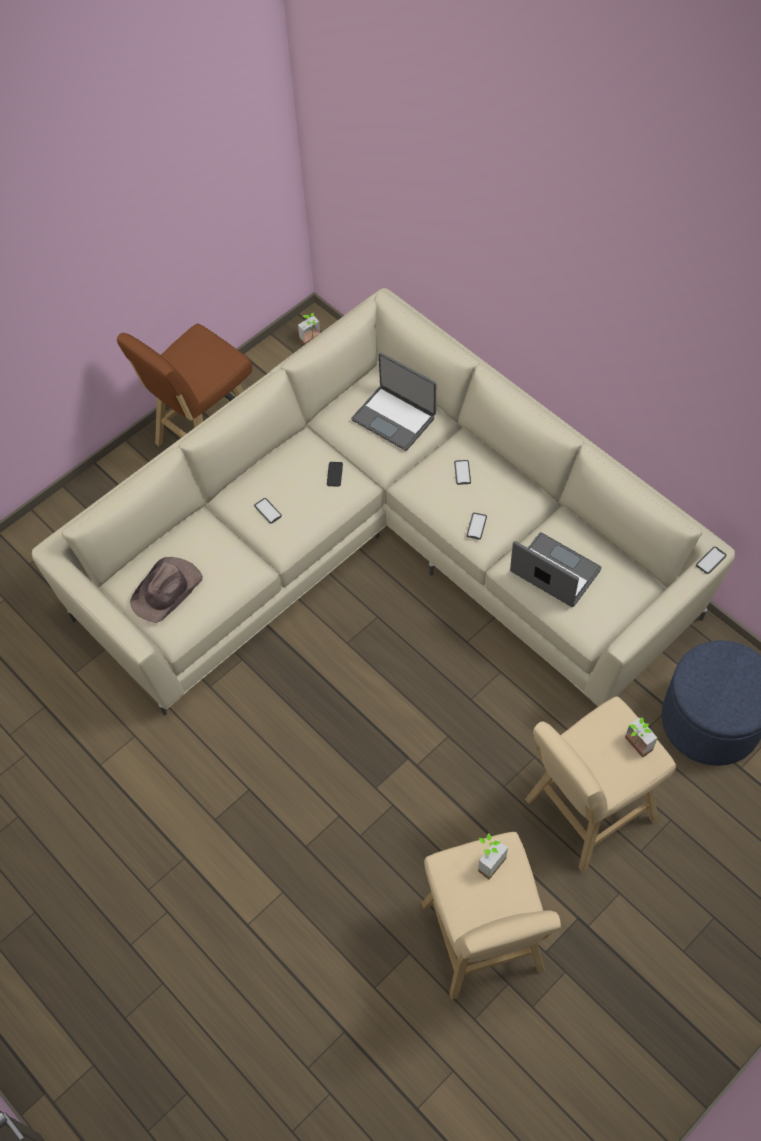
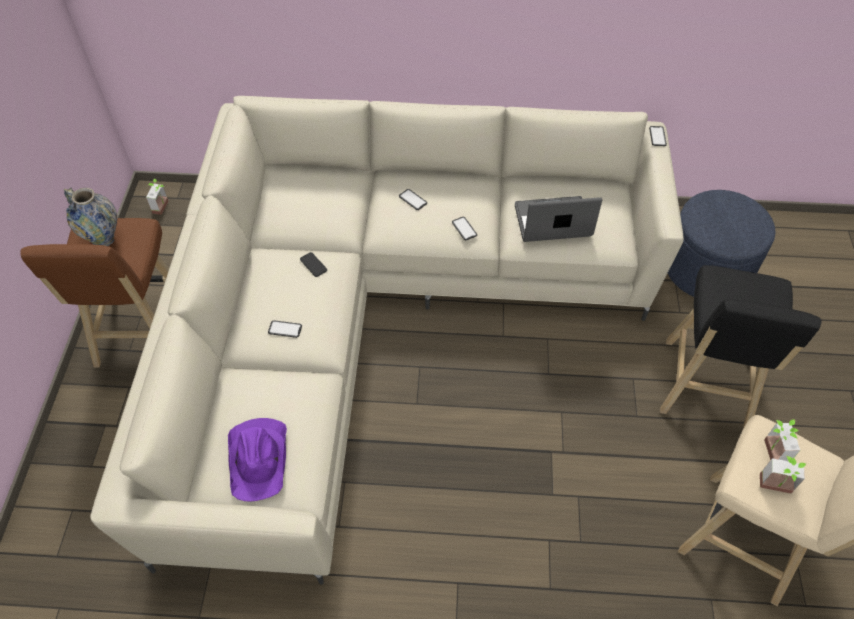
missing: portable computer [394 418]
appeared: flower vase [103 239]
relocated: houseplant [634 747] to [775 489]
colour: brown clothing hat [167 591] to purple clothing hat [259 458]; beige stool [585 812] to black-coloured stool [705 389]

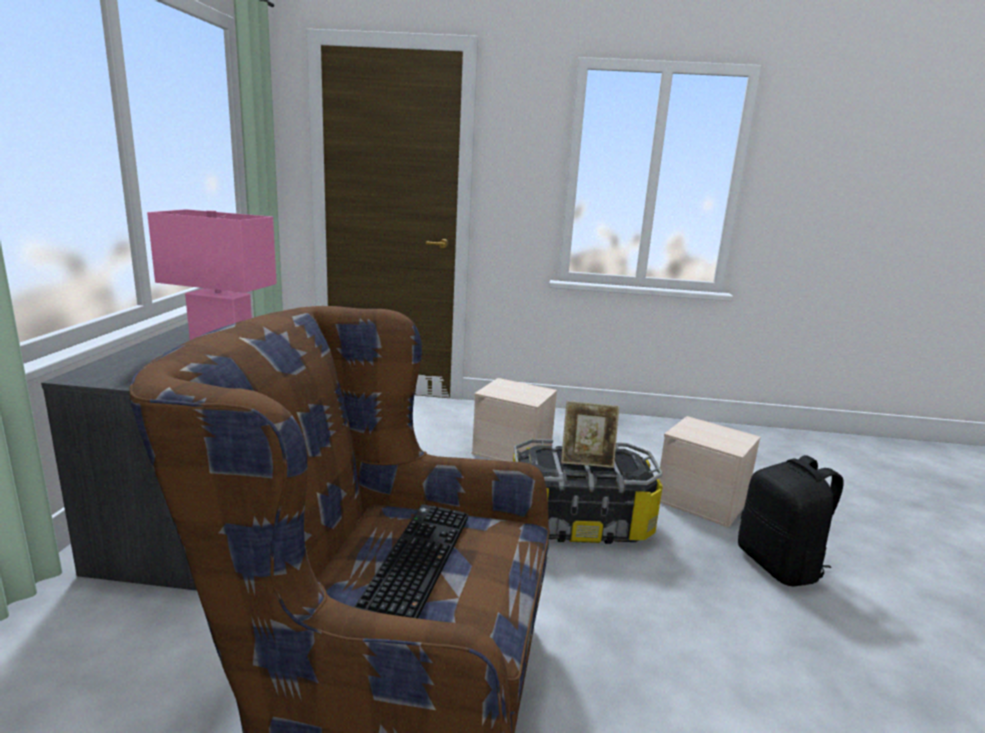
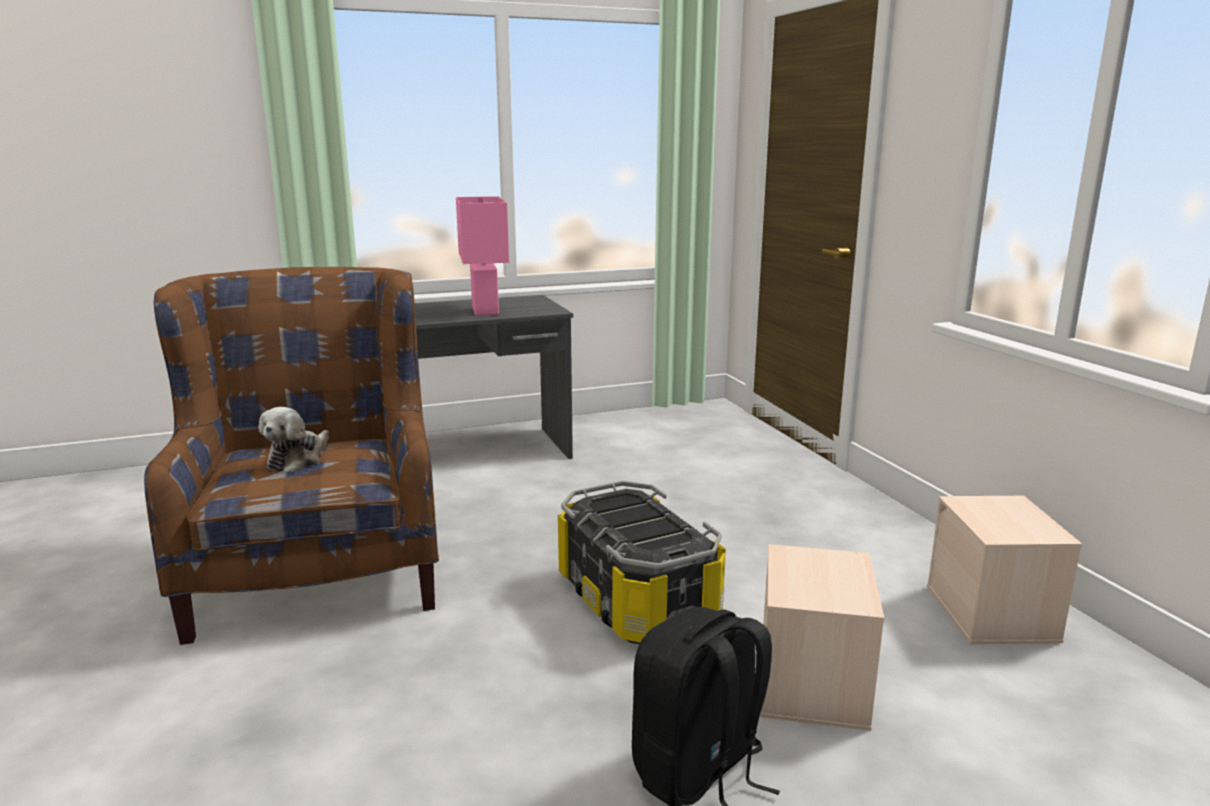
missing: picture frame [587 461]
relocated: beige storage container [513 451] to [993 613]
exchanged: computer keyboard [415 559] to cuddly toy [297 459]

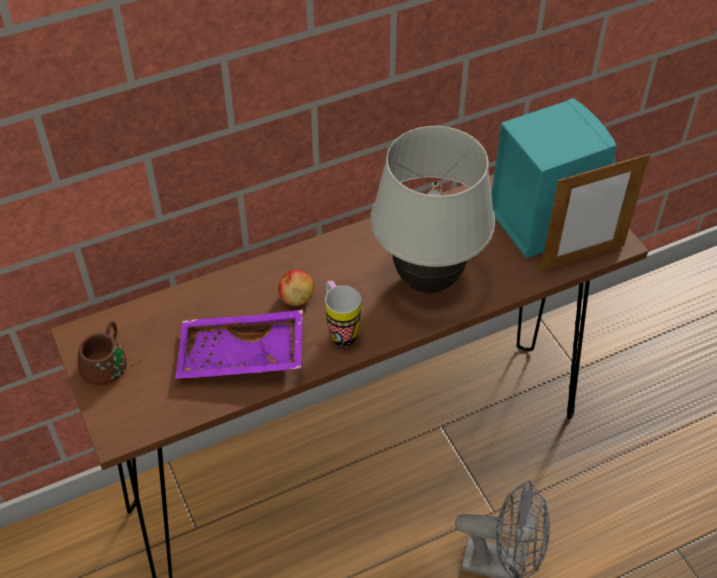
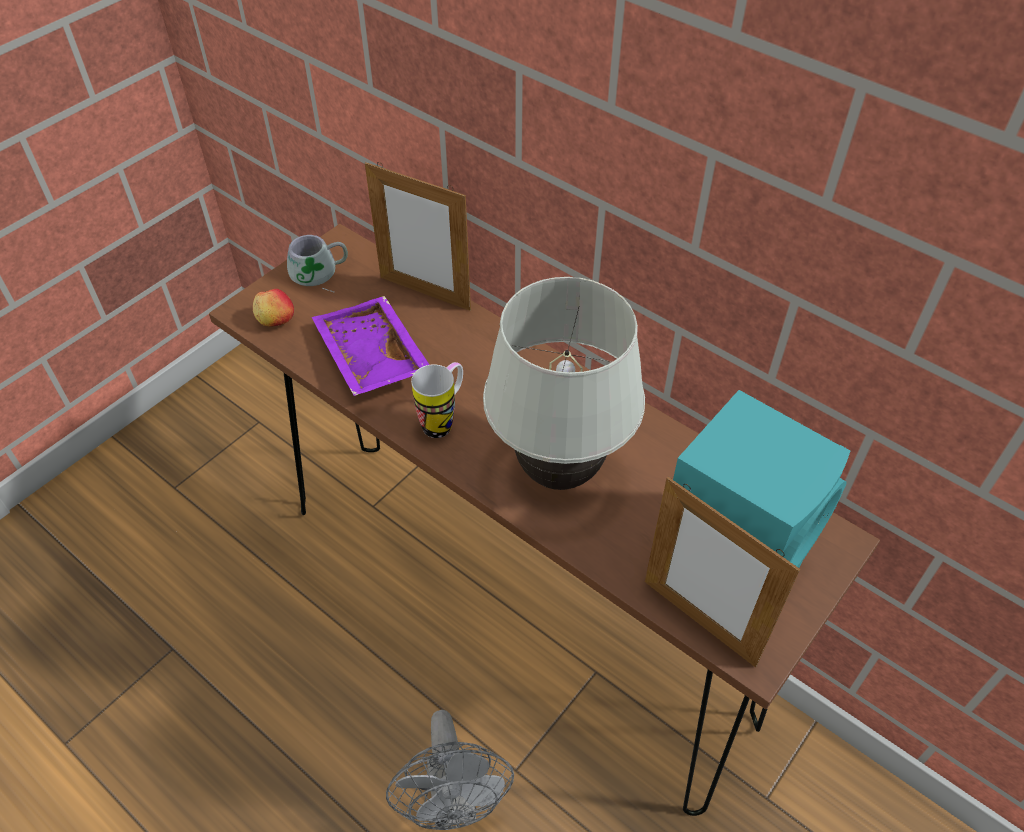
appeared: picture frame [425 293]
relocated: apple [297 297] to [275 320]
colour: brown tea mug [111 363] to grey tea mug [319 274]

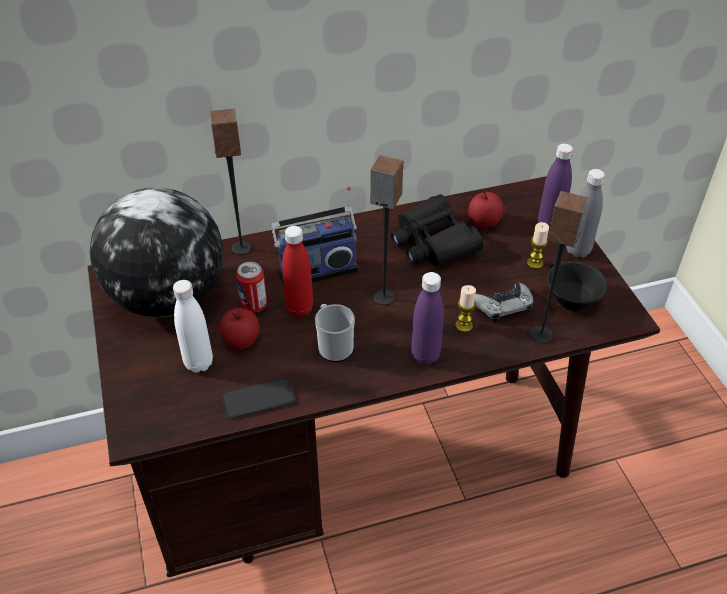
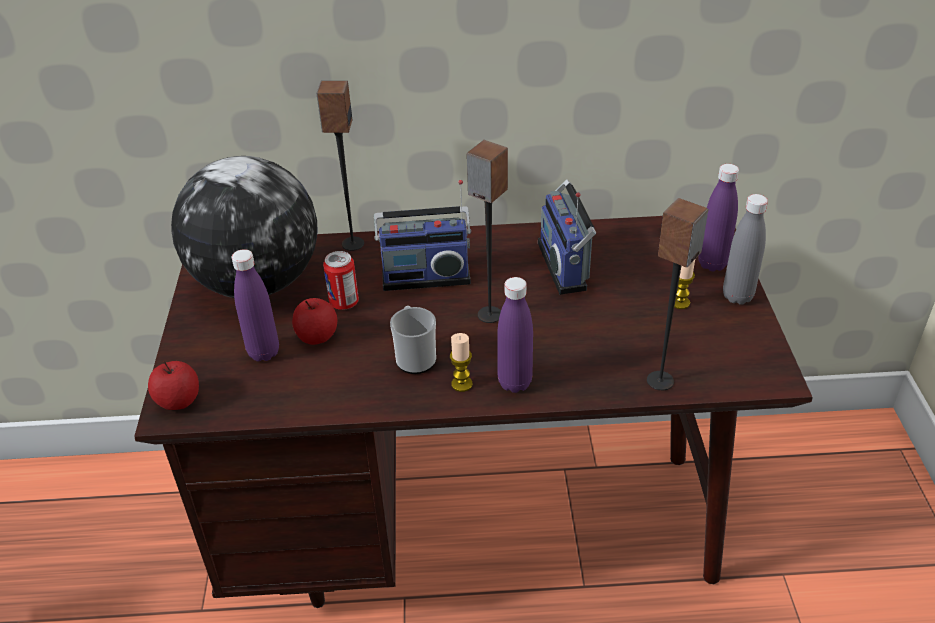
missing: handset [258 398]; red beverage bottle [299 309]; grey gamepad [503 305]; black-coloured drinking cup [569 298]
relocated: wax candle [464 325] to [461 384]; apple [484 222] to [178 401]
exchanged: black-coloured field glasses [432 242] to radio receiver [566 265]
colour: white beverage bottle [198 363] to purple beverage bottle [263 352]

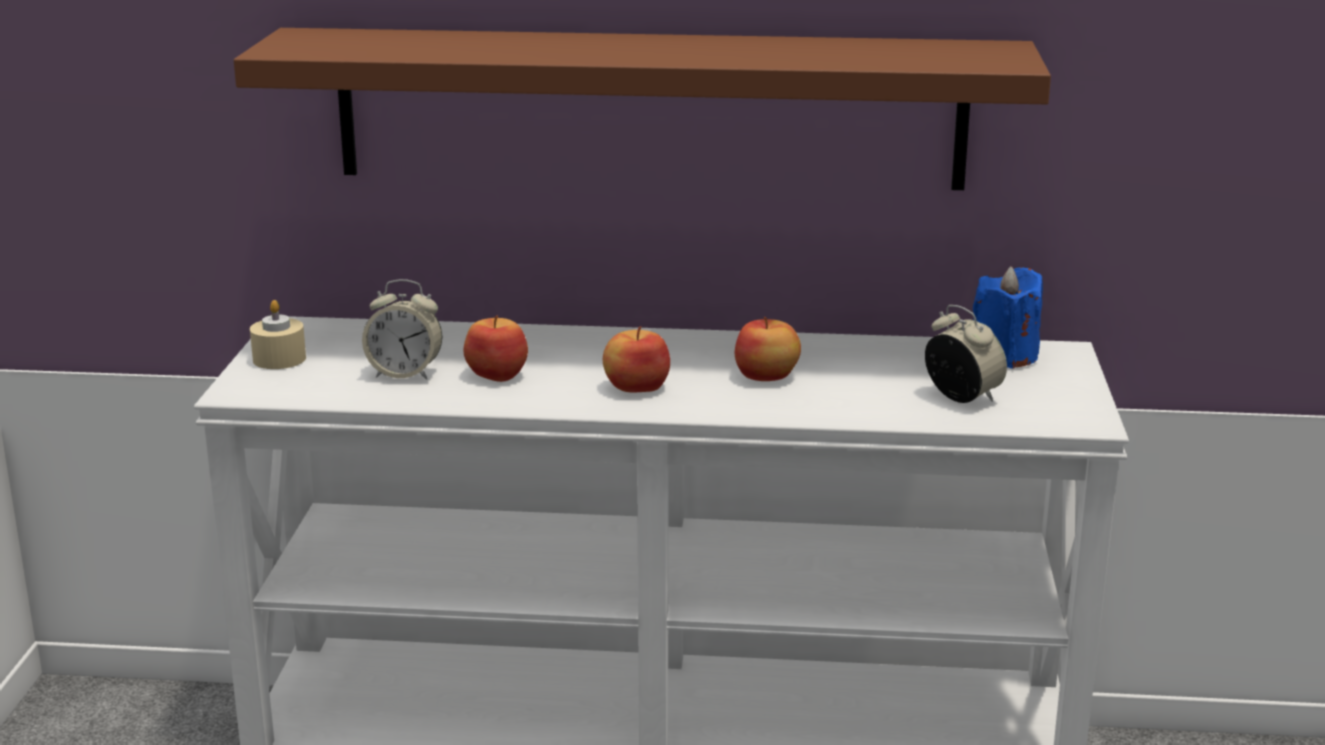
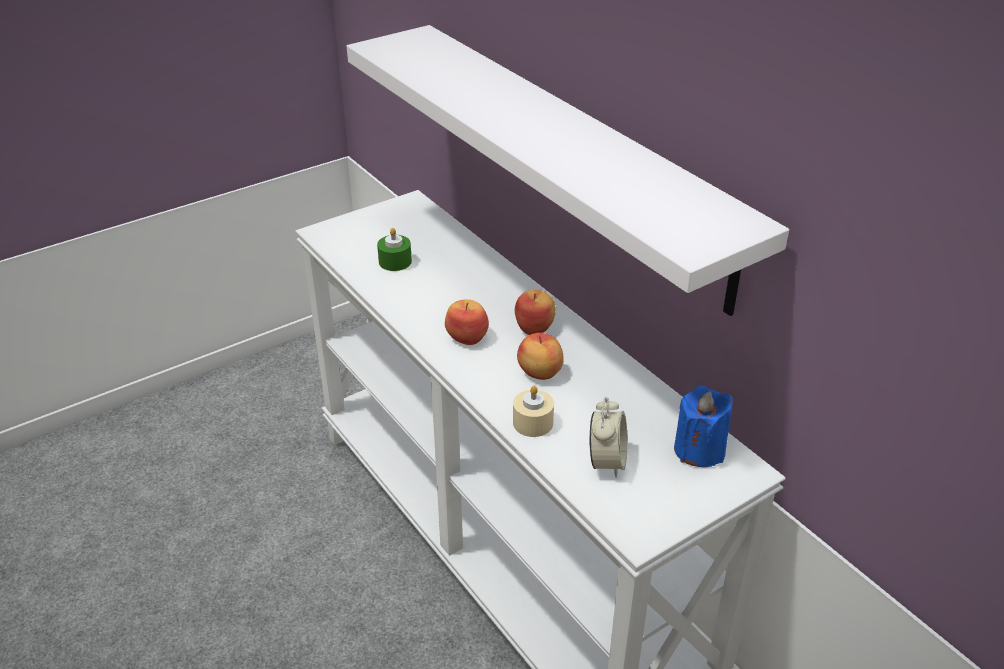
relocated: beige wax candle [279 359] to [533 423]; apple [497 374] to [535 327]
exchanged: alarm clock [405 374] to greenish wax candle [395 261]
colour: brown wall shelf [649 108] to white wall shelf [574 158]

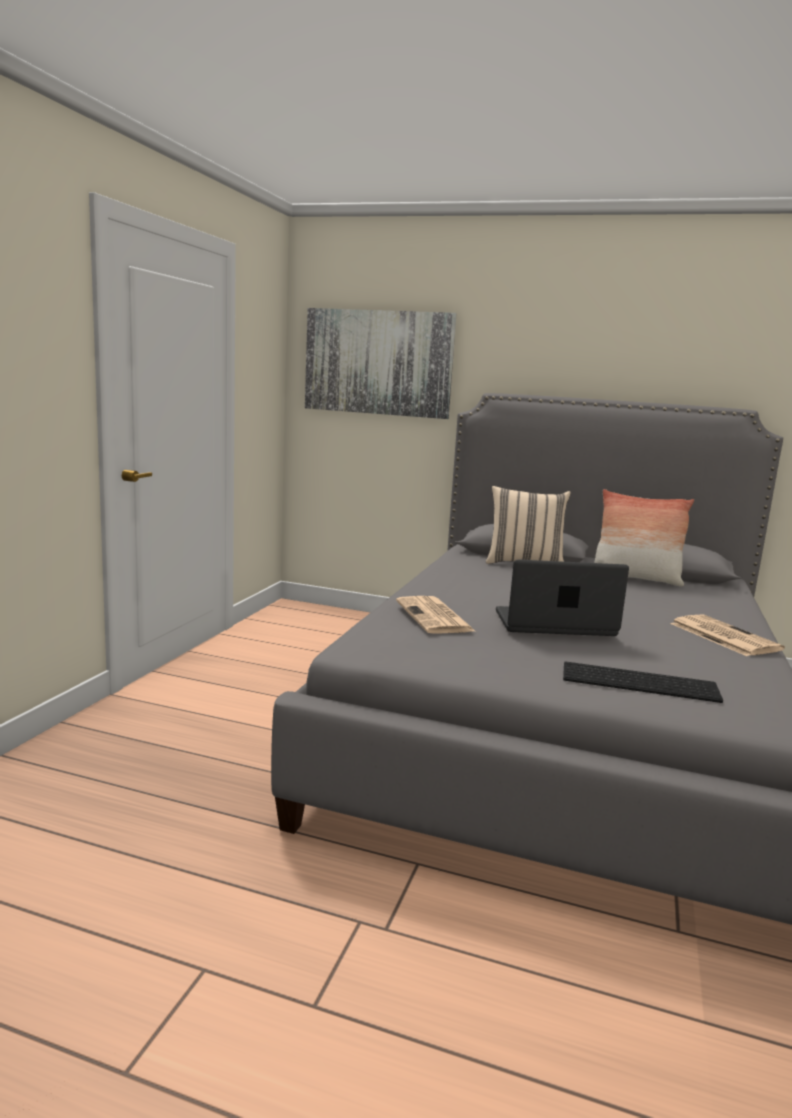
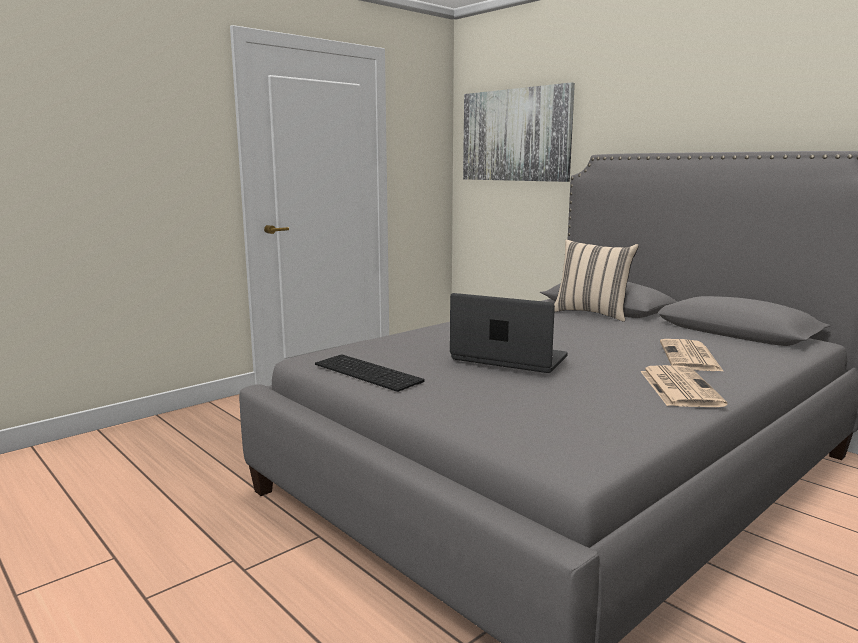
missing: pillow [635 579]
relocated: daily paper [435 617] to [690 357]; computer keyboard [640 682] to [370 372]

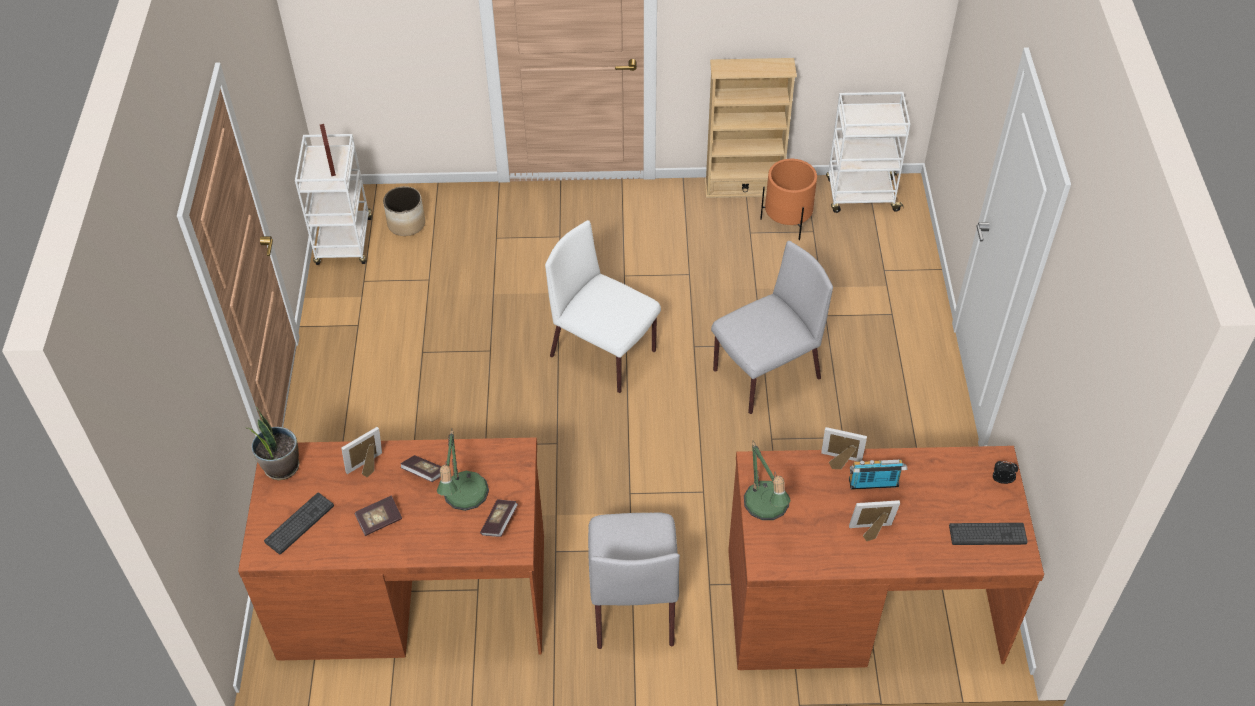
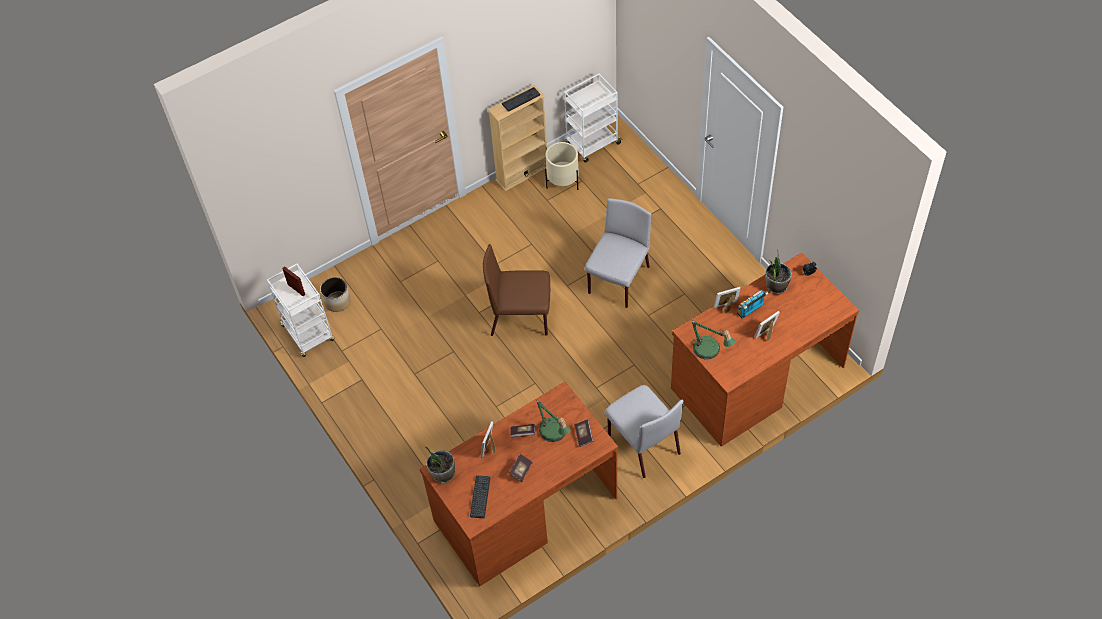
appeared: houseplant [776 286]
relocated: computer keyboard [987 534] to [521 99]
colour: white plain chair [604 354] to brown plain chair [521 317]; orangey planter [787 221] to beige planter [563 182]

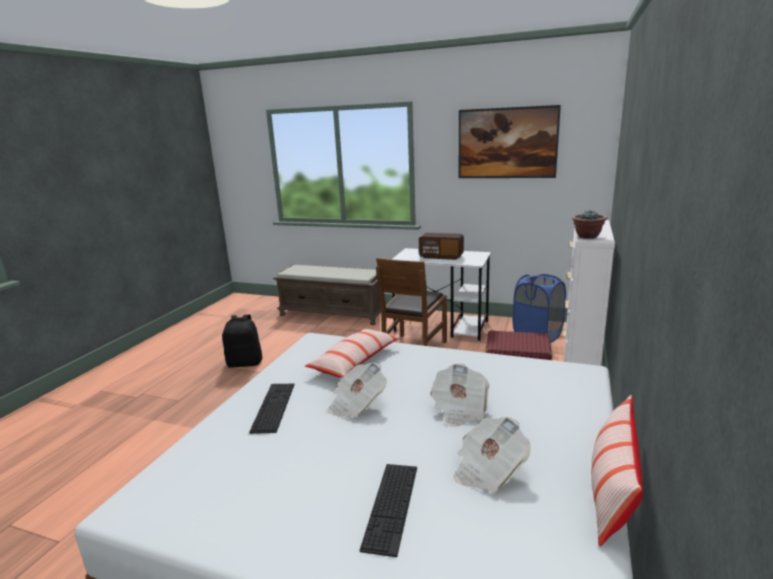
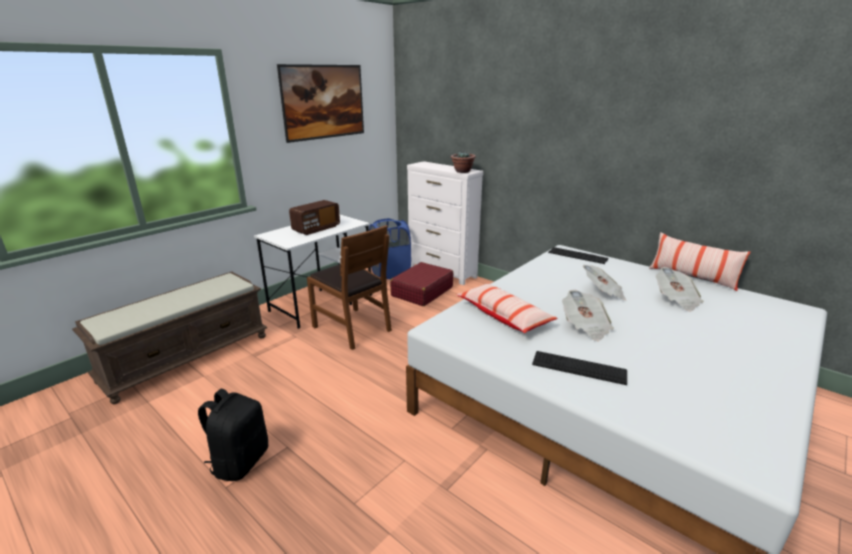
relocated: computer keyboard [391 506] to [577 255]

